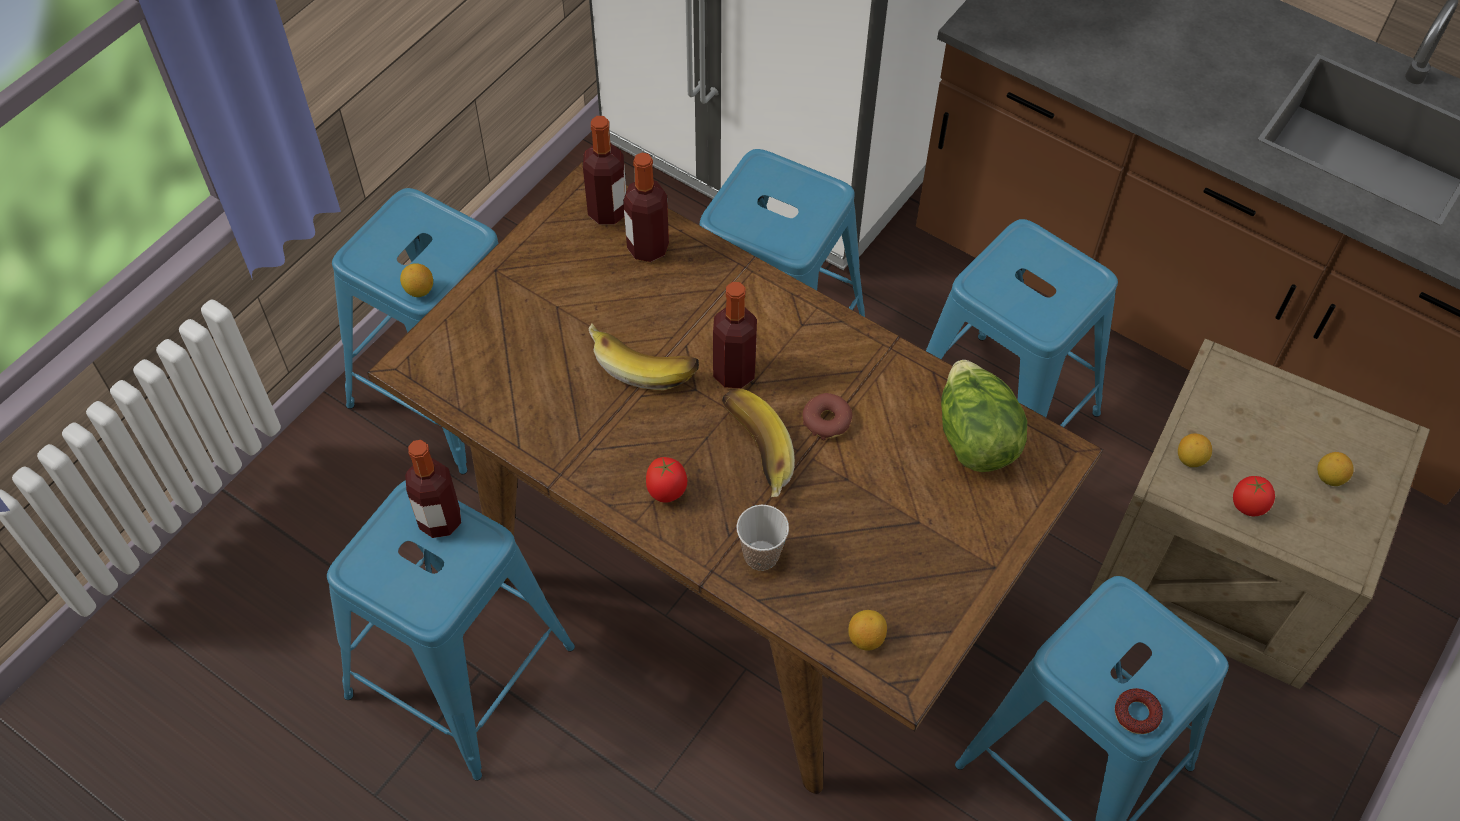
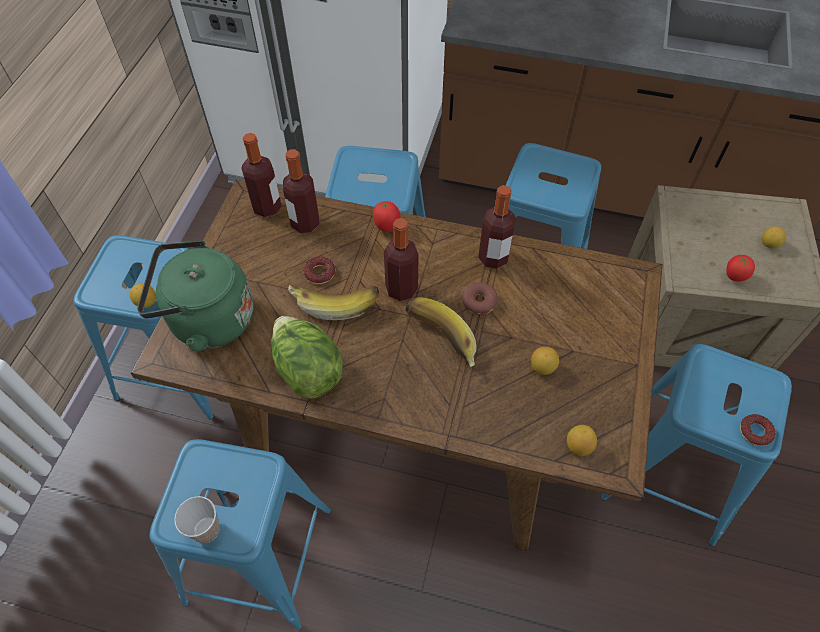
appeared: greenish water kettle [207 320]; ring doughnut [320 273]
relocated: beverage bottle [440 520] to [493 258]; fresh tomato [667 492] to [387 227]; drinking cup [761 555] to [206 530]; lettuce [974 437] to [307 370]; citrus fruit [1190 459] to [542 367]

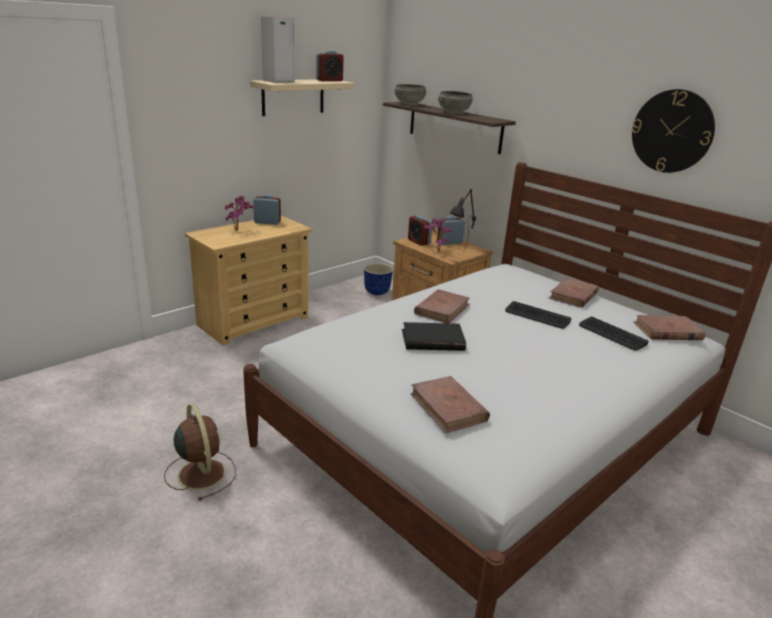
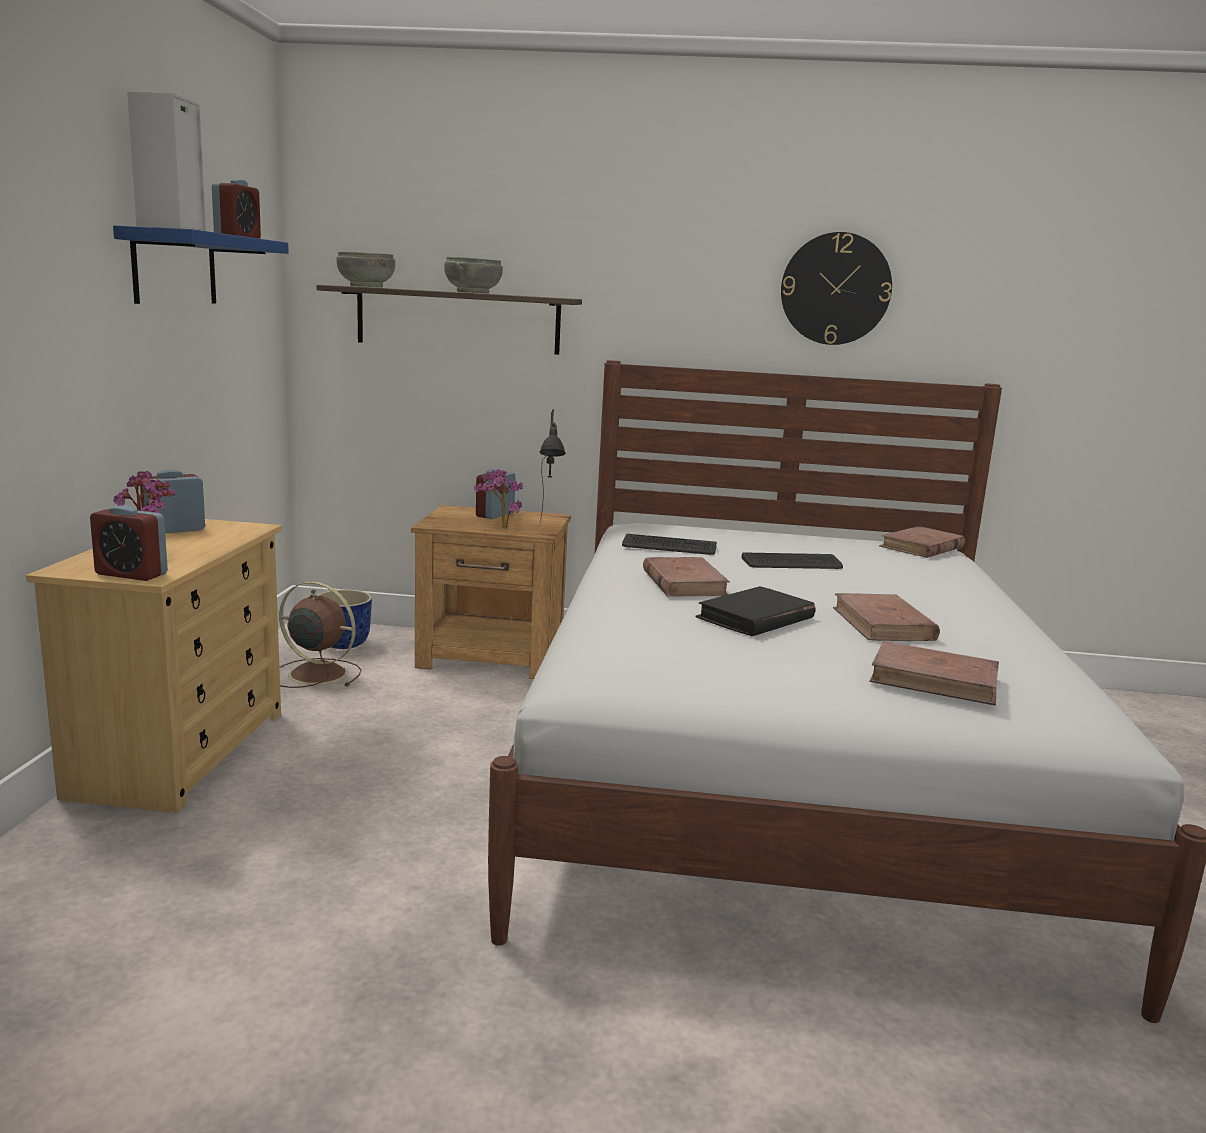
relocated: brown electric fan [201 473] to [315 673]; alarm clock [419 241] to [131 574]; brown book [573 295] to [883 624]; computer keyboard [612 334] to [669 546]
colour: beige wall shelf [293 97] to blue wall shelf [175 268]

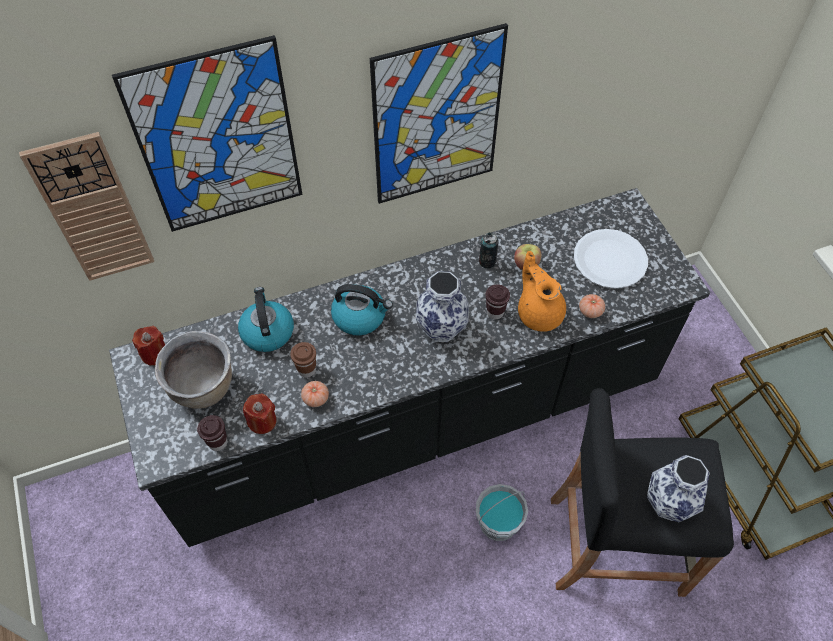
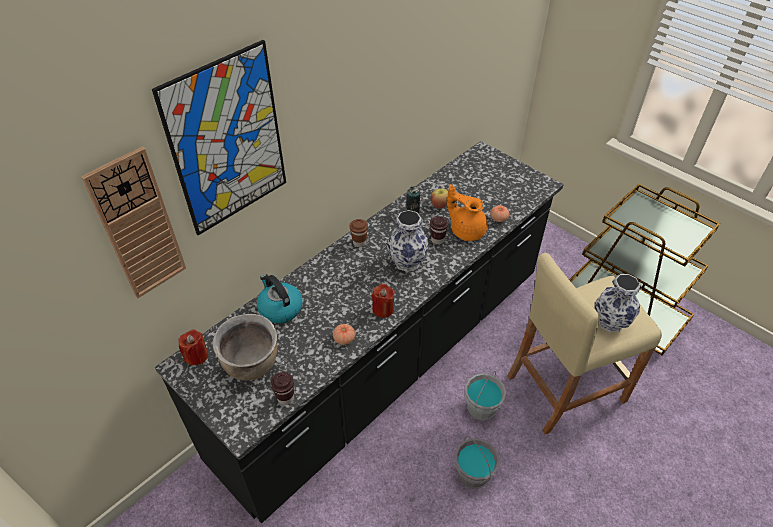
missing: water kettle [360 317]; wall picture [437 119]; white dinner plate [610 260]
appeared: grey pail [472 474]
relocated: red wax candle [262 421] to [383 309]; brown drinking cup [306 370] to [359 242]
colour: black-coloured stool [615 544] to beige stool [565 388]

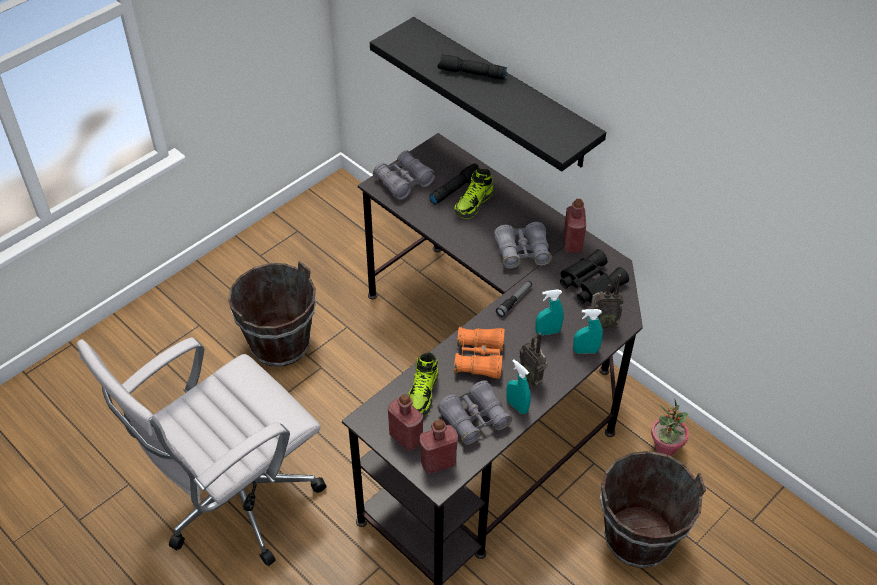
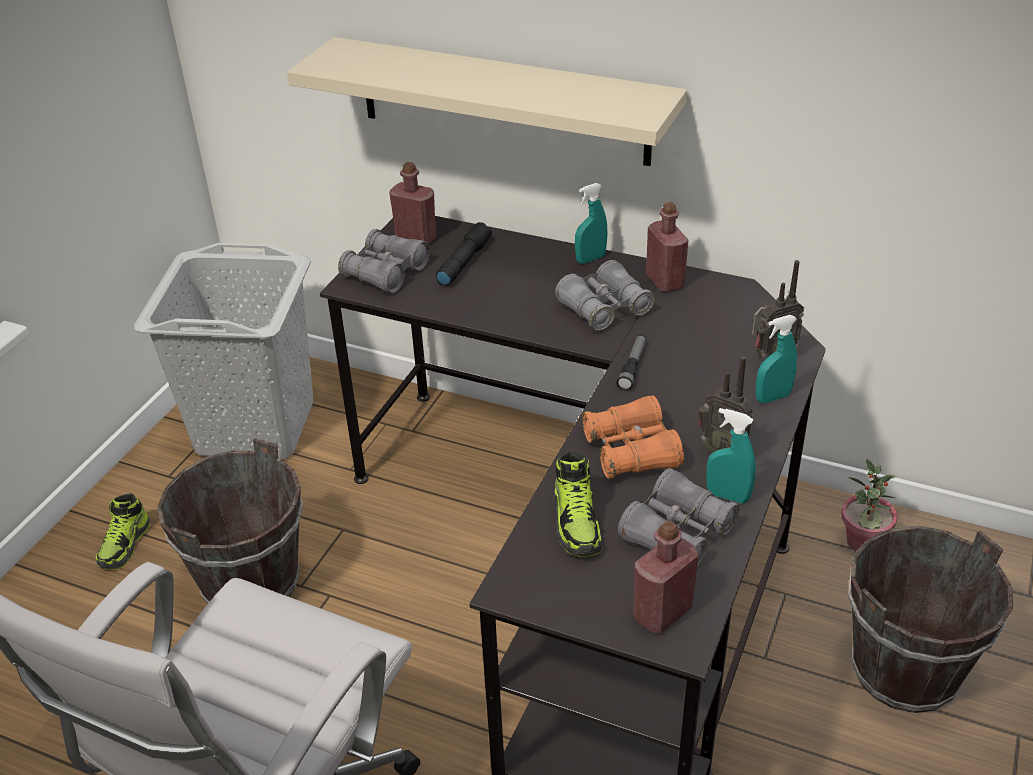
missing: black-coloured hand torch [471 73]; black-coloured field glasses [589 283]
appeared: grey hamper [256 426]
relocated: red beverage bottle [406 437] to [416 238]; item of footwear [473 203] to [125 545]; blue-green sprayer [547 332] to [590 259]
colour: black-coloured wall shelf [503 94] to beige wall shelf [502 101]

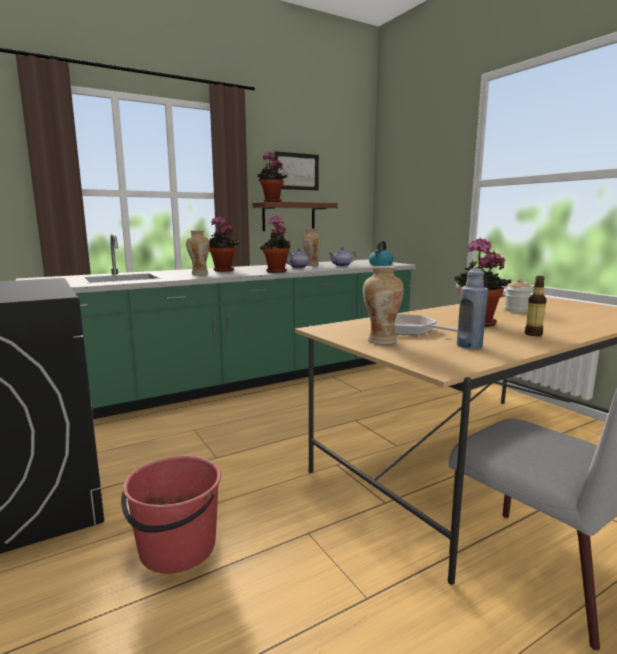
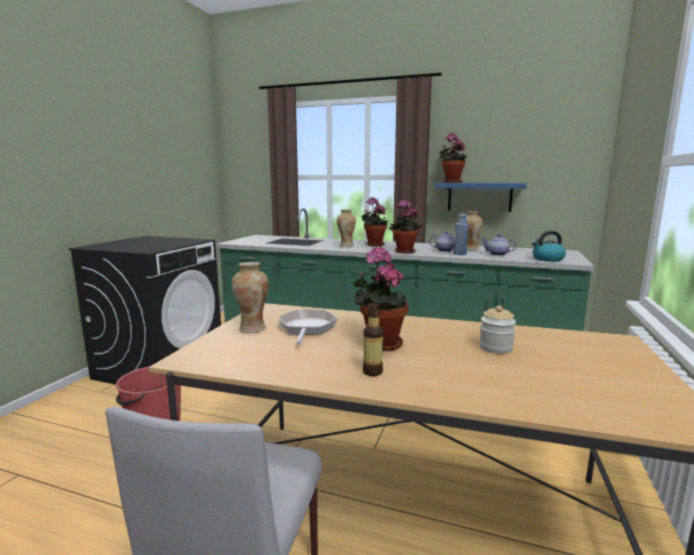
missing: wall picture [296 171]
relocated: blue beverage bottle [469 346] to [460 254]
colour: brown wall shelf [288 217] to blue wall shelf [479 197]

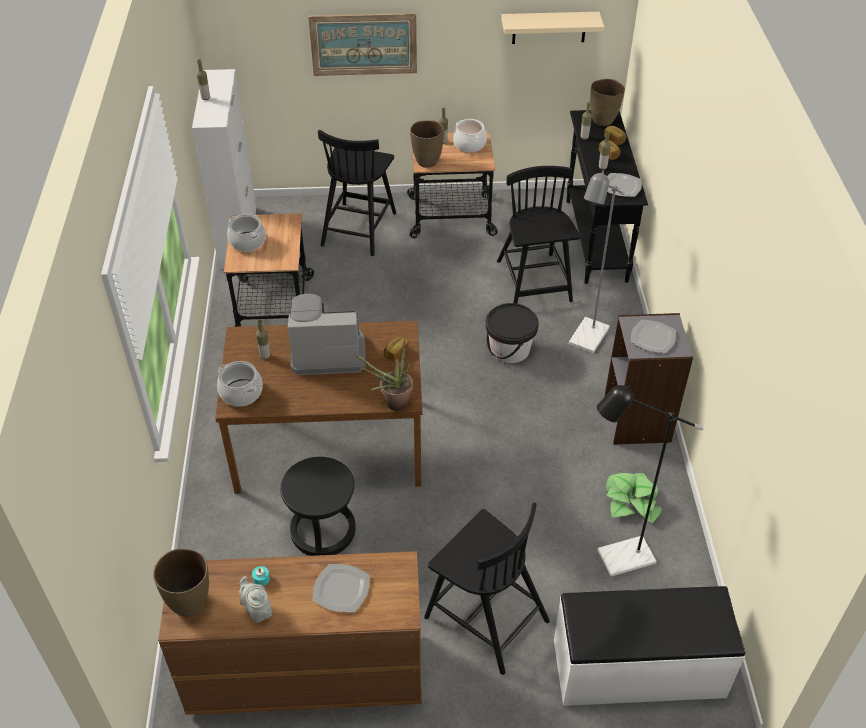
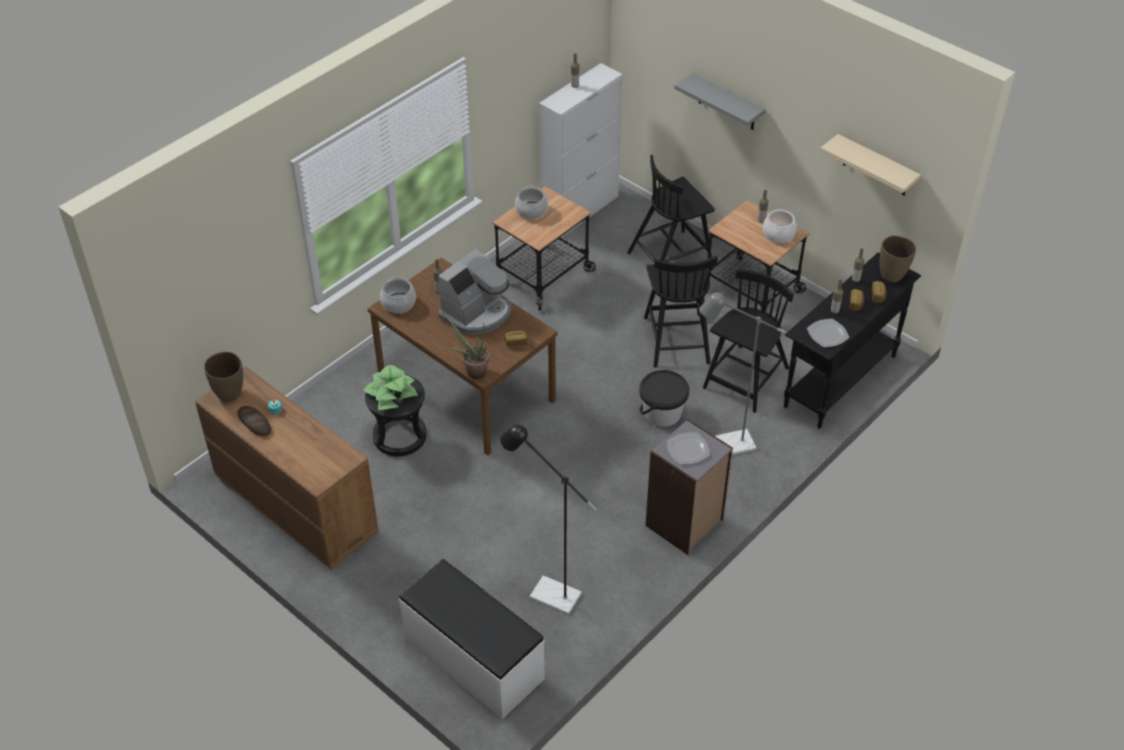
missing: dinner plate [341 589]; brown flower vase [426 161]
relocated: black-coloured plain chair [485 617] to [676 339]; houseplant [632 501] to [391 393]
exchanged: grey tea pot [257 610] to bakery bread [254 423]; wall picture [363 44] to grey wall shelf [727 103]
spun: coffee brewer [327 352] = [477 313] 90 degrees clockwise

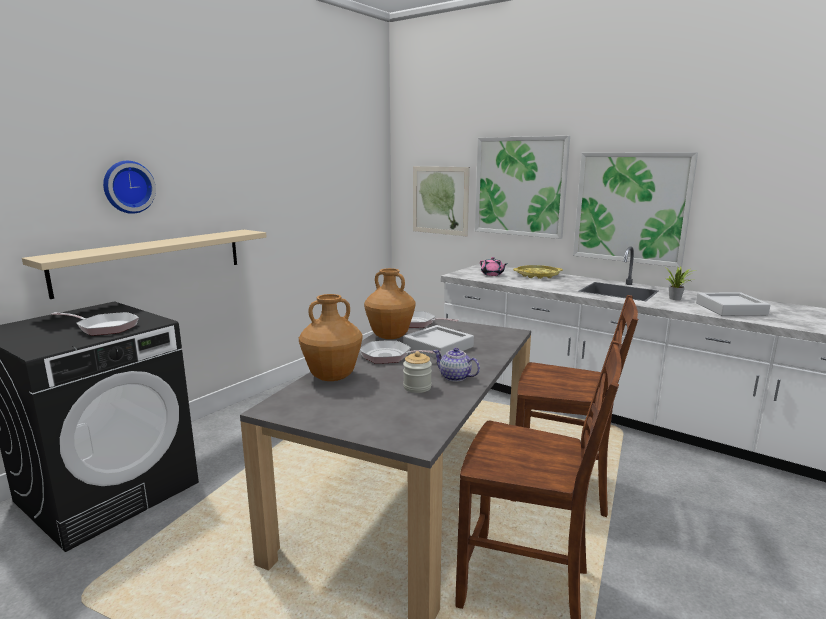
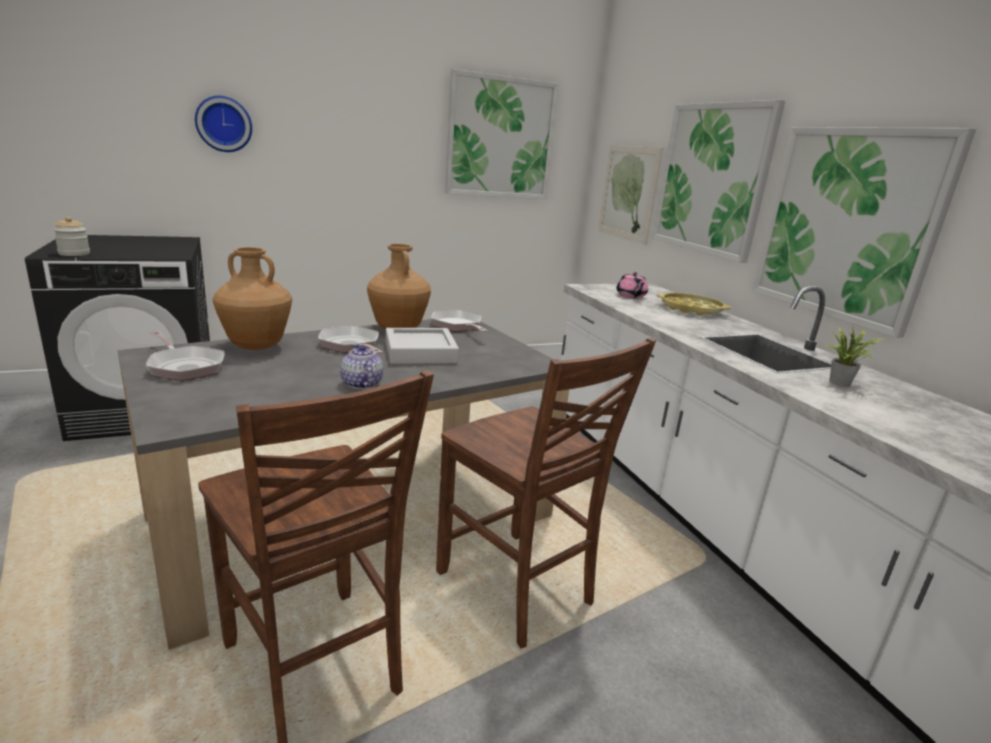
missing: beige wall shelf [153 260]; grey tray [730 309]
appeared: wall picture [500 138]
relocated: frying pan [104 328] to [185 366]; storage jar [417 387] to [74 254]

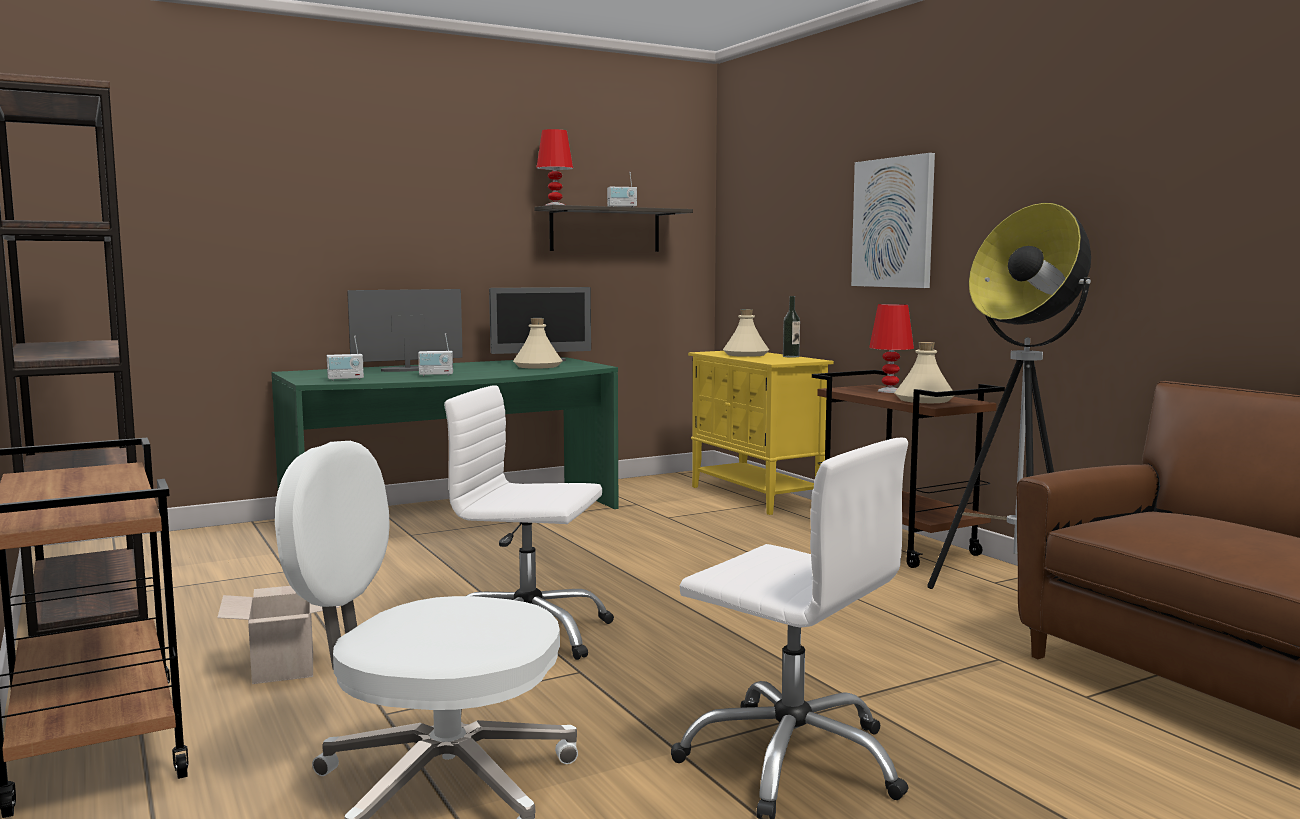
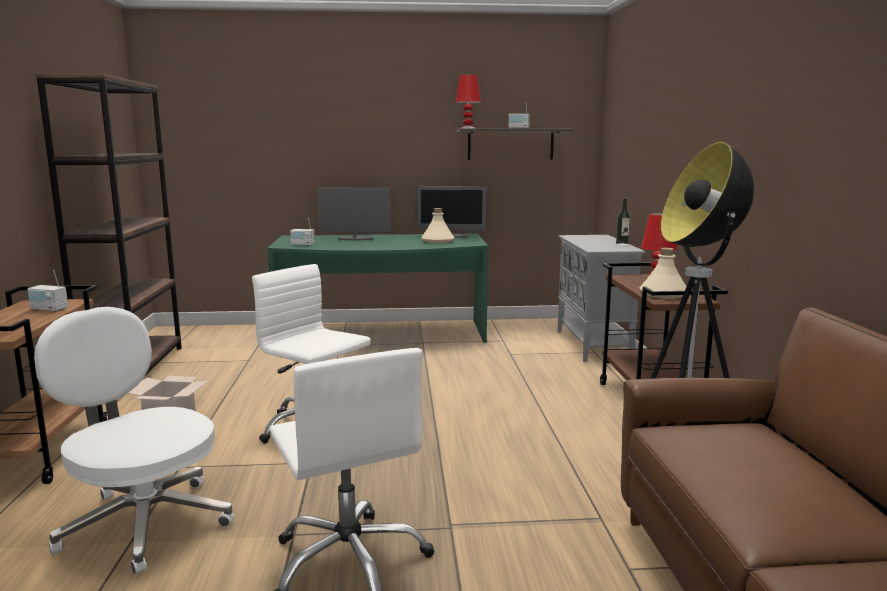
missing: beige beverage bottle [745 355]; wall picture [893 223]
relocated: radio receiver [436 375] to [49 309]
colour: yellow-coloured storage cabinet [756 496] to grey storage cabinet [593 345]

